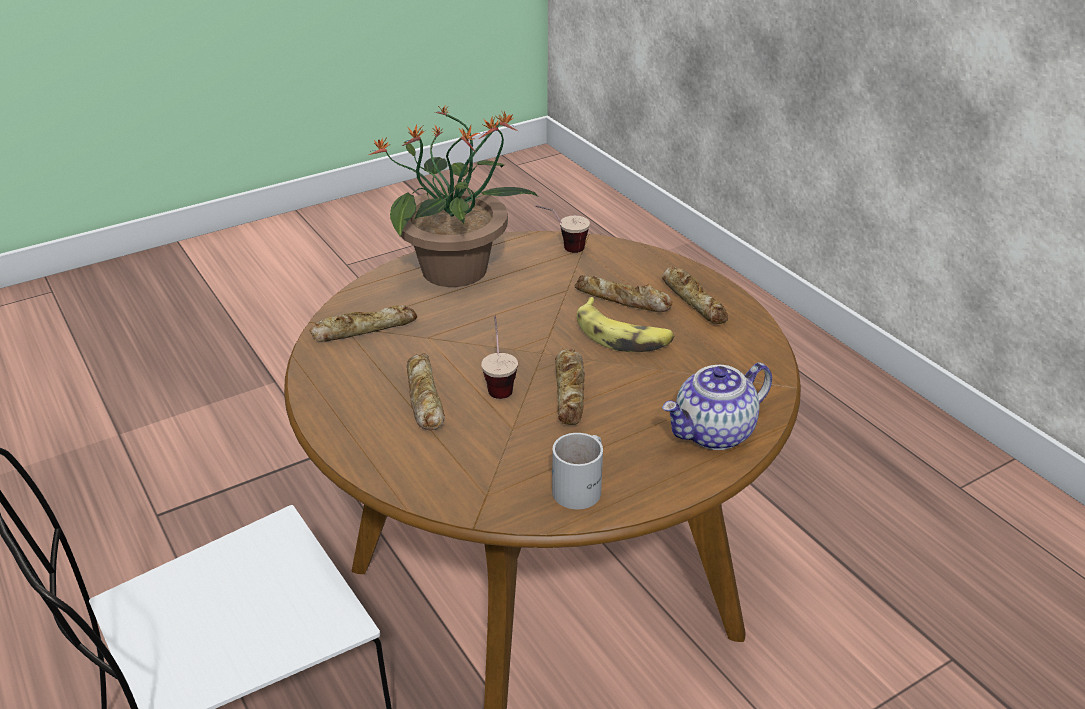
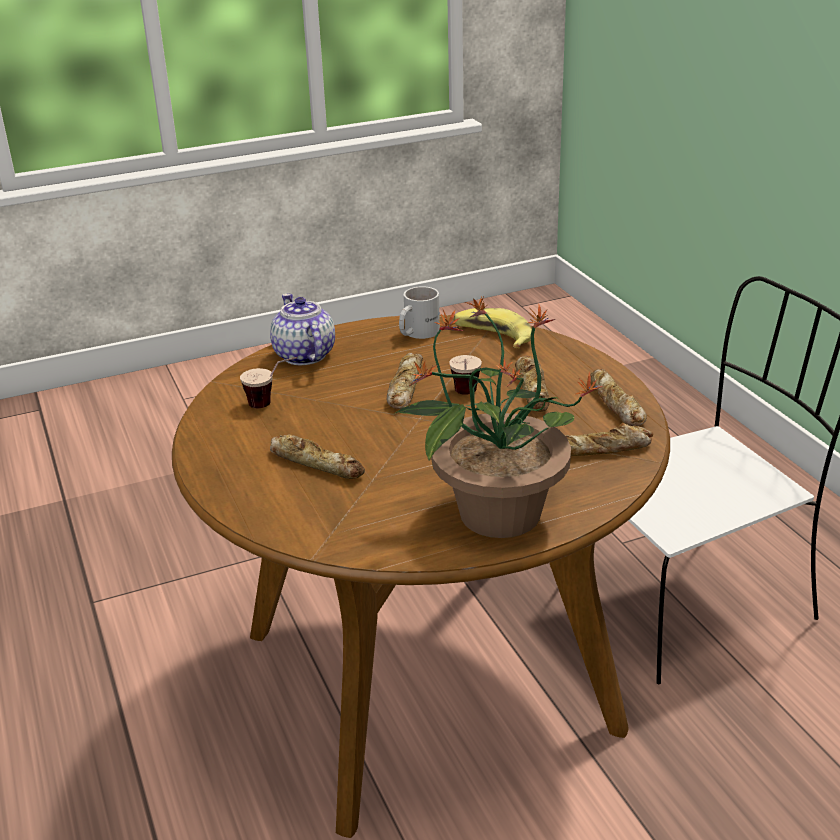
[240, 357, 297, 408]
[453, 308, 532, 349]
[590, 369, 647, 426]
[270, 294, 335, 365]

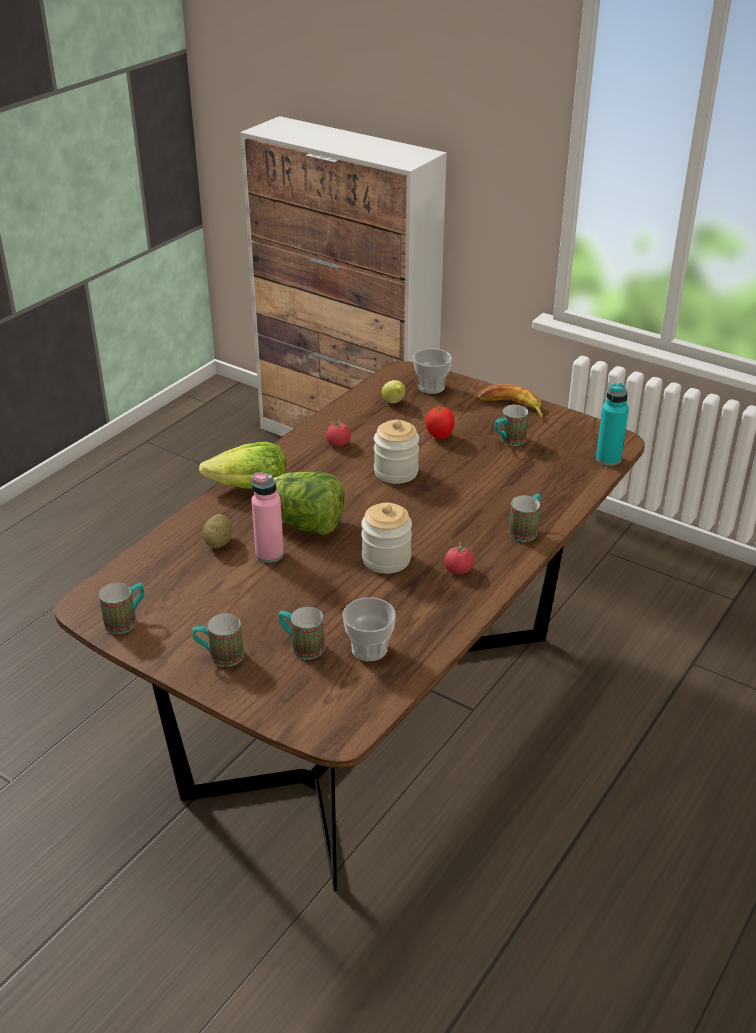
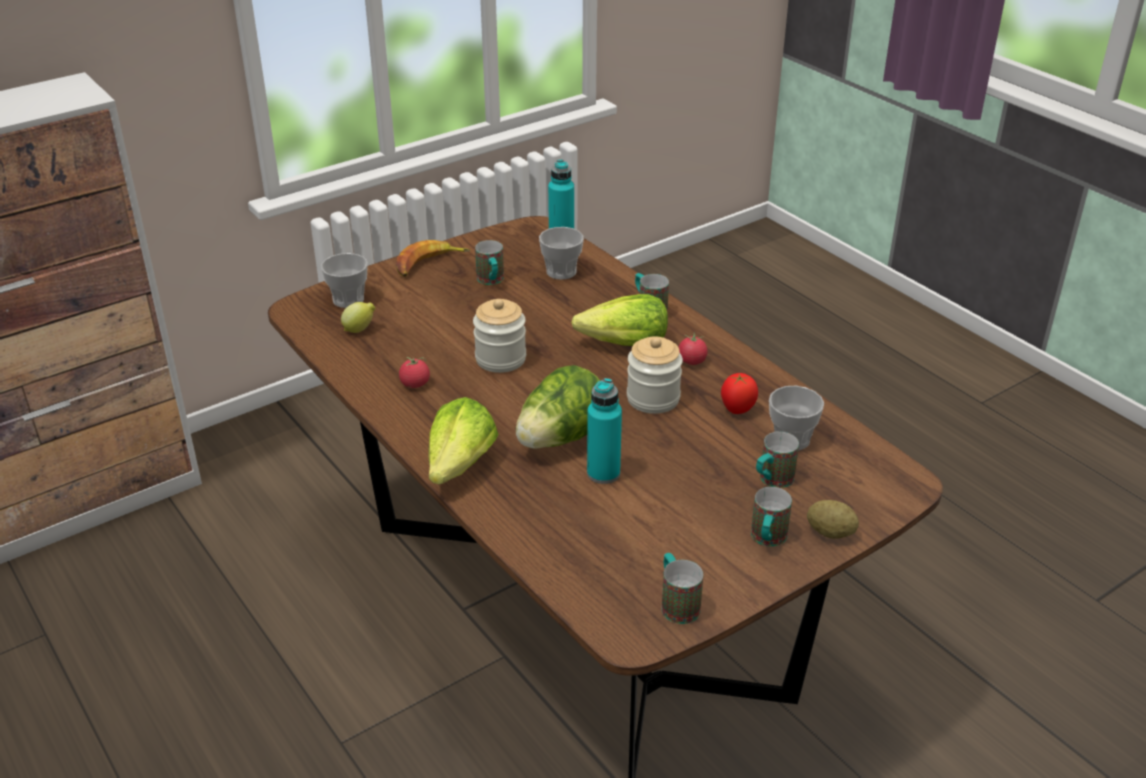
[807, 500, 859, 539]
[587, 378, 622, 484]
[721, 373, 758, 414]
[539, 227, 584, 280]
[571, 294, 668, 346]

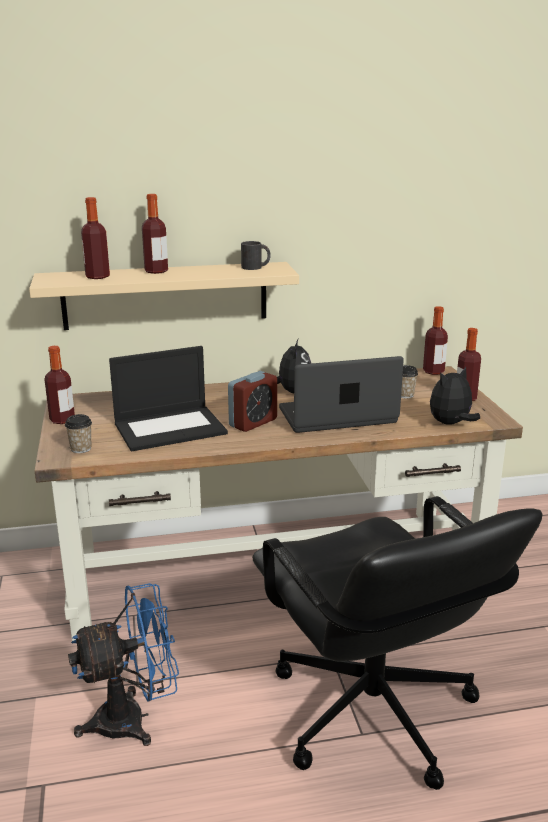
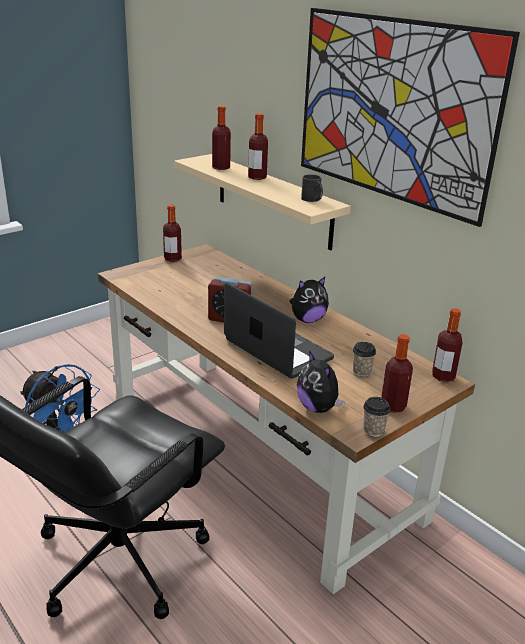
[363, 397, 391, 437]
[109, 346, 228, 451] (first image)
[297, 351, 345, 413]
[301, 8, 520, 227]

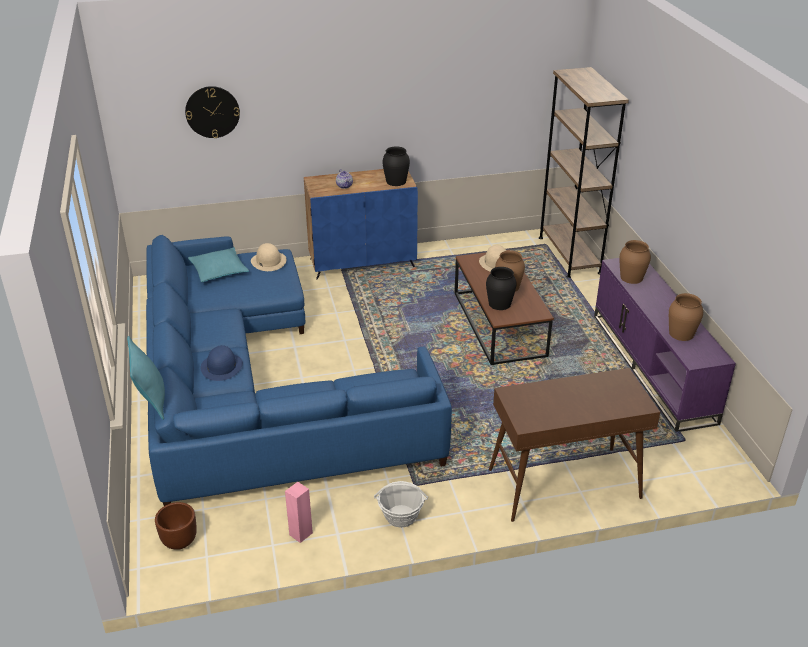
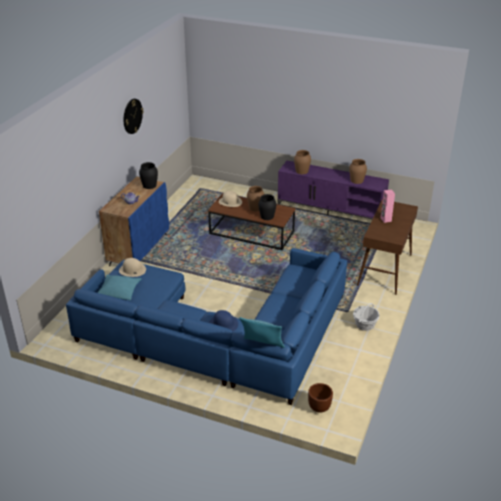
[124, 99, 144, 134]
[381, 189, 395, 223]
[539, 67, 629, 278] (first image)

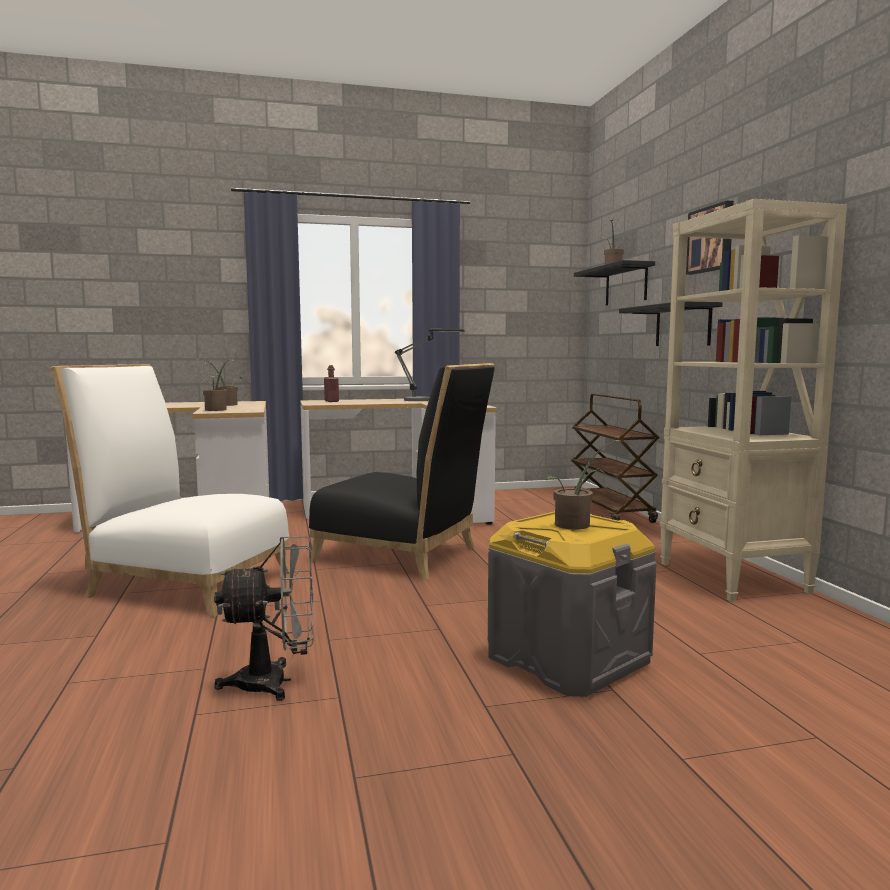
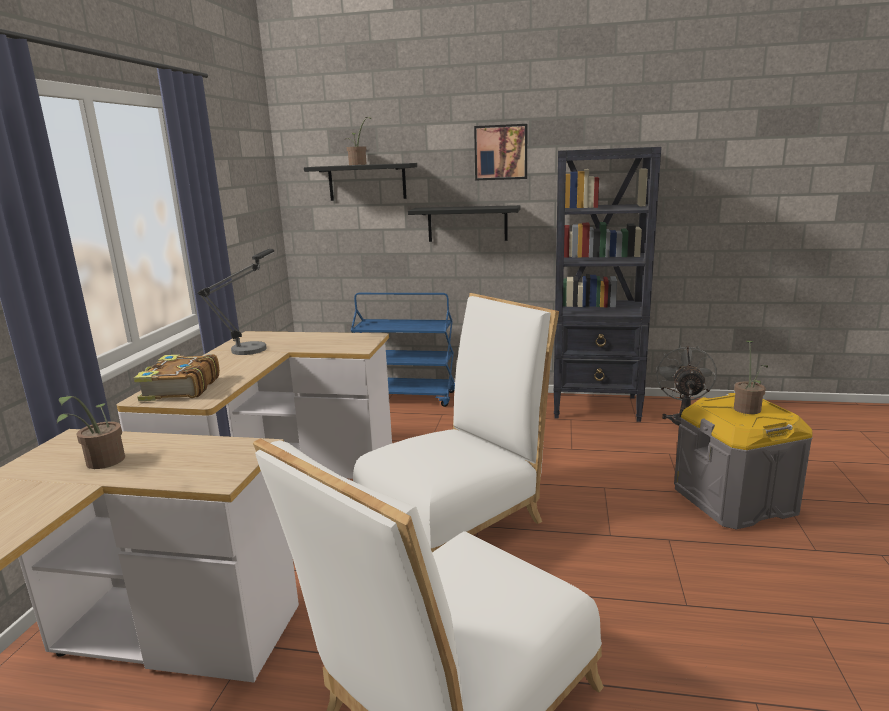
[201, 359, 234, 411] (first image)
[656, 344, 717, 426]
[353, 293, 559, 552]
[134, 354, 220, 401]
[351, 293, 455, 407]
[554, 147, 662, 422]

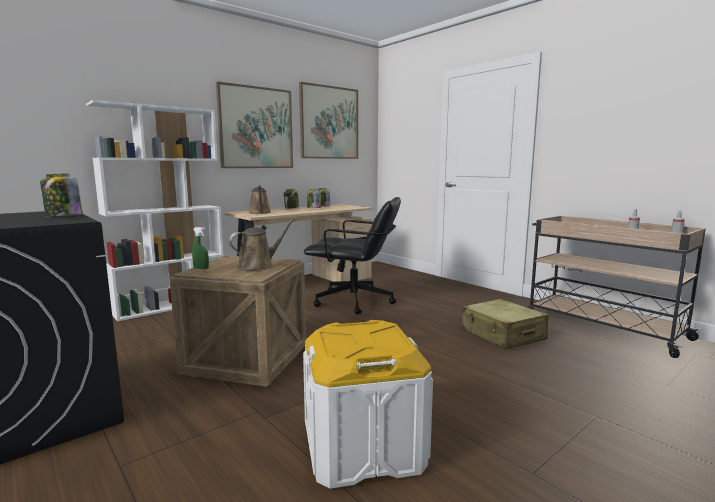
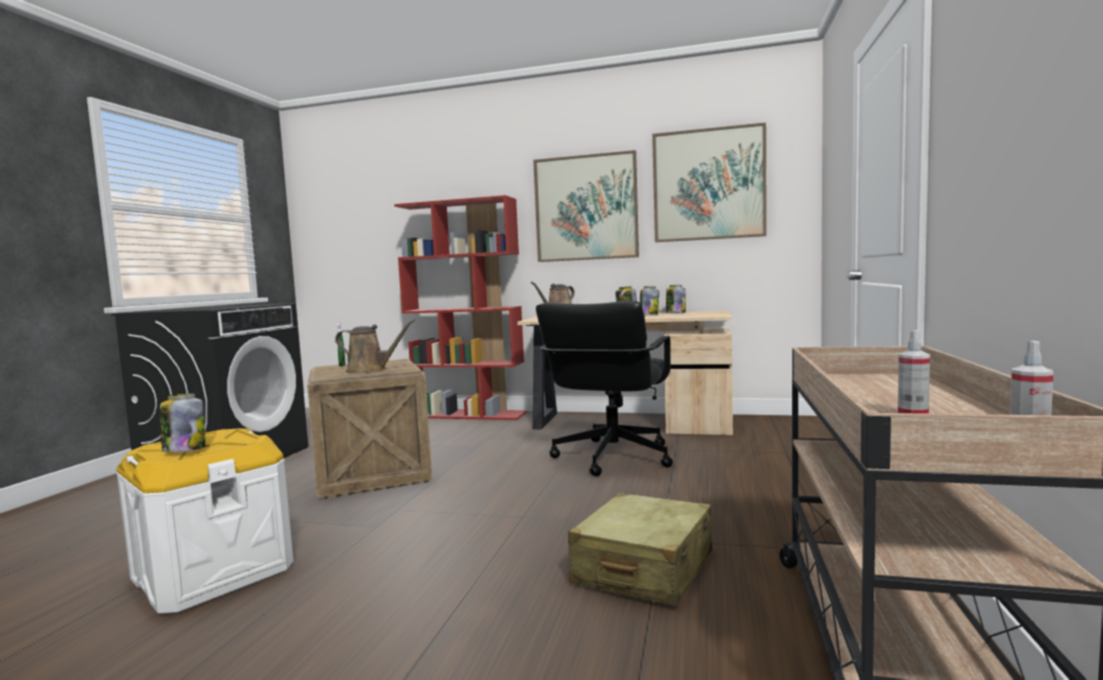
[160, 393, 206, 452]
[394, 195, 527, 420]
[536, 301, 673, 476]

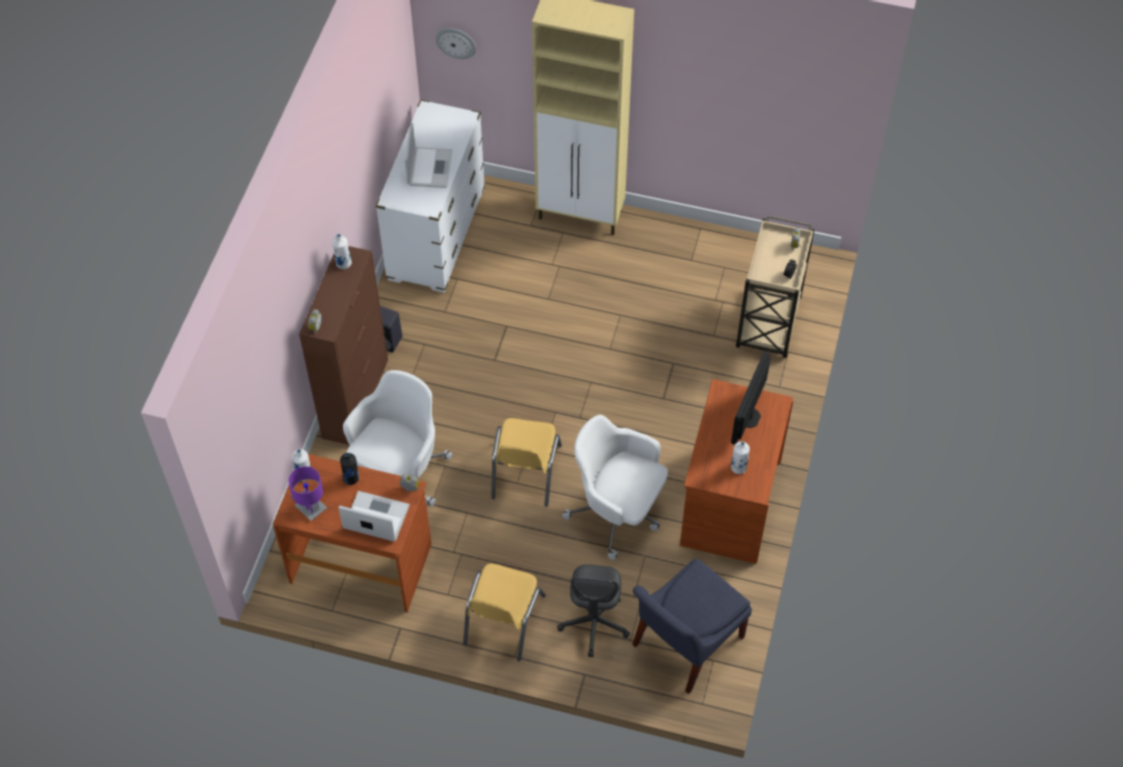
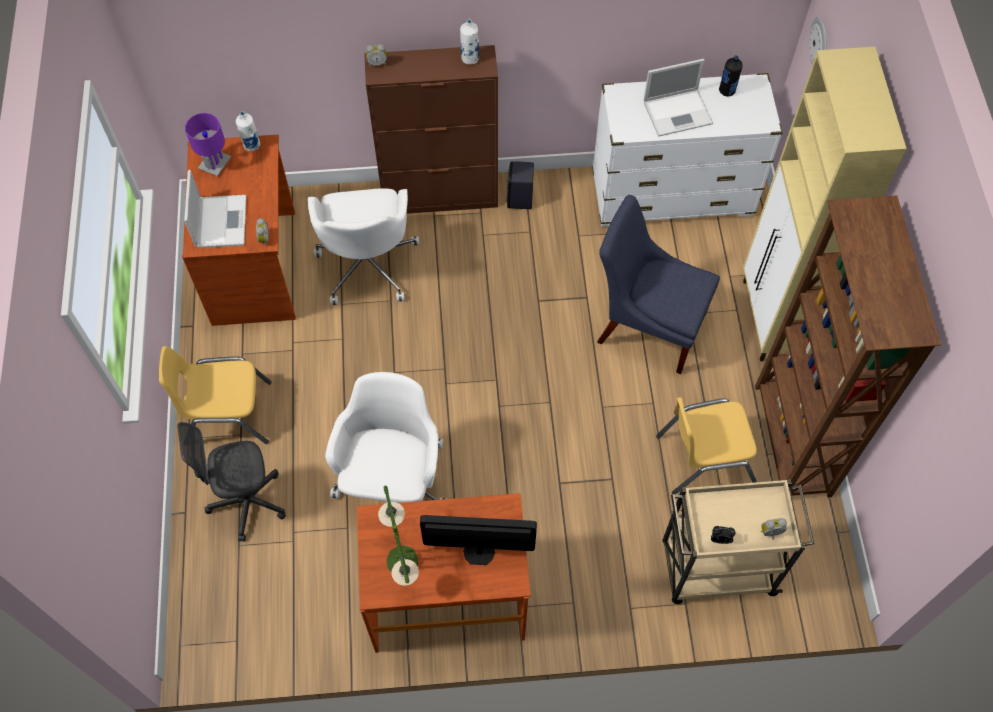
[719, 55, 743, 96]
[308, 188, 419, 305]
[656, 397, 757, 494]
[597, 195, 720, 374]
[378, 486, 419, 586]
[755, 195, 941, 497]

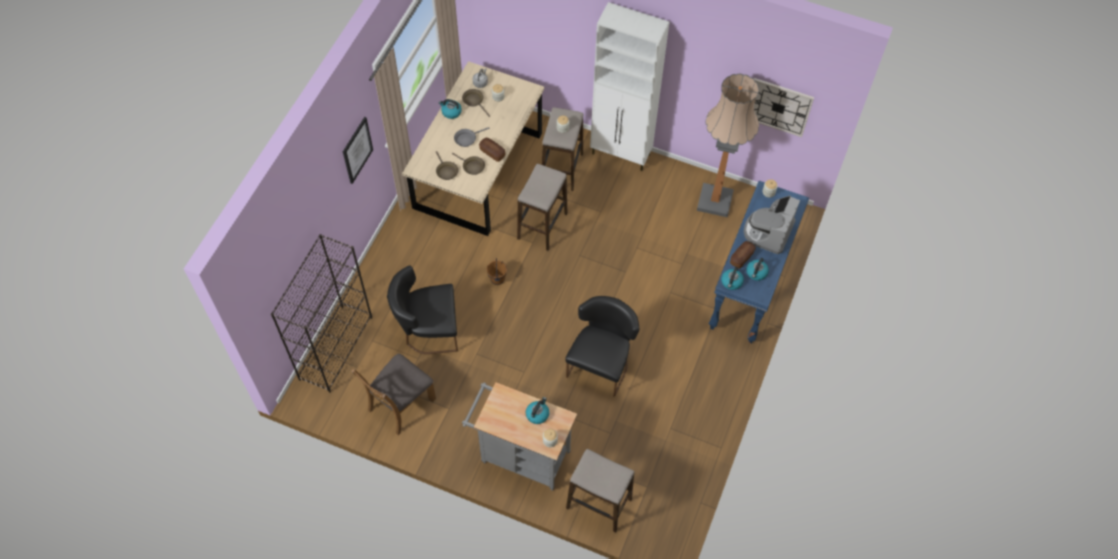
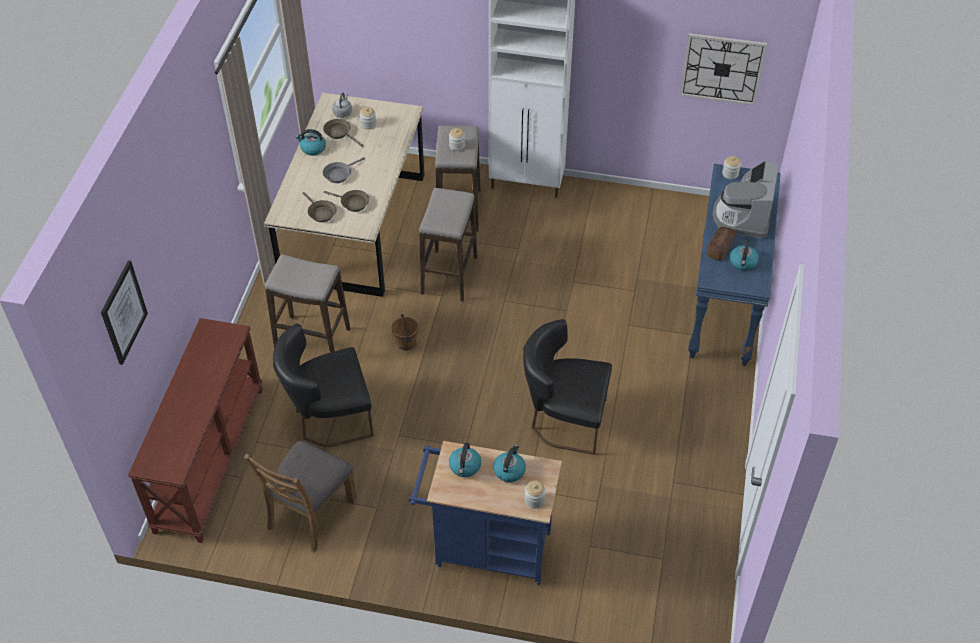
[128, 318, 263, 543]
[101, 261, 148, 365]
[409, 441, 562, 585]
[479, 138, 505, 162] (first image)
[523, 319, 612, 455]
[265, 254, 351, 353]
[697, 74, 759, 217] (first image)
[449, 443, 481, 477]

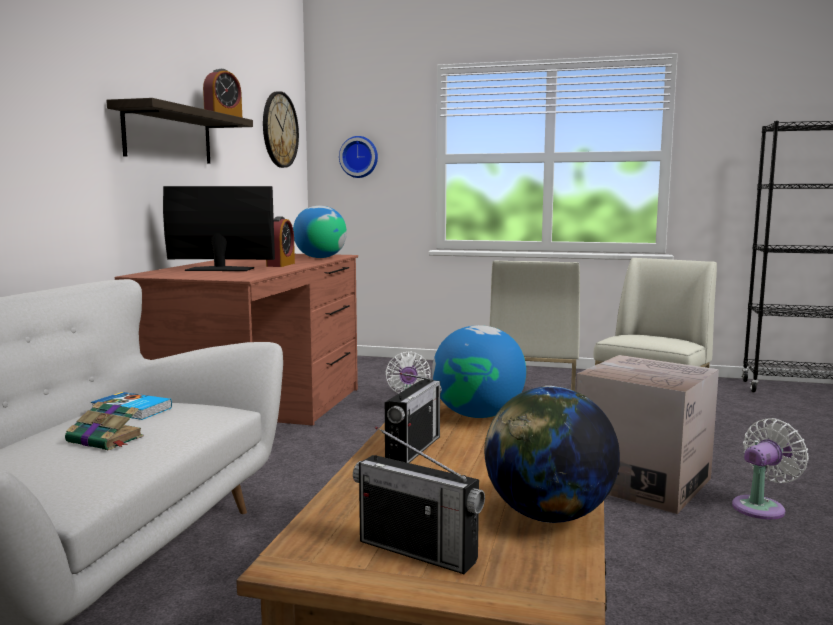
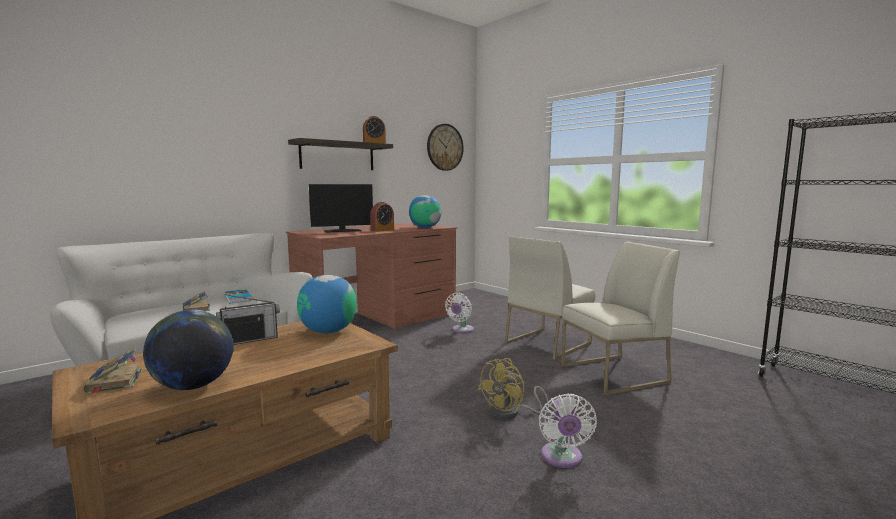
[309, 184, 373, 233]
[339, 136, 378, 178] (first image)
[84, 348, 142, 394]
[478, 358, 548, 419]
[539, 393, 597, 468]

